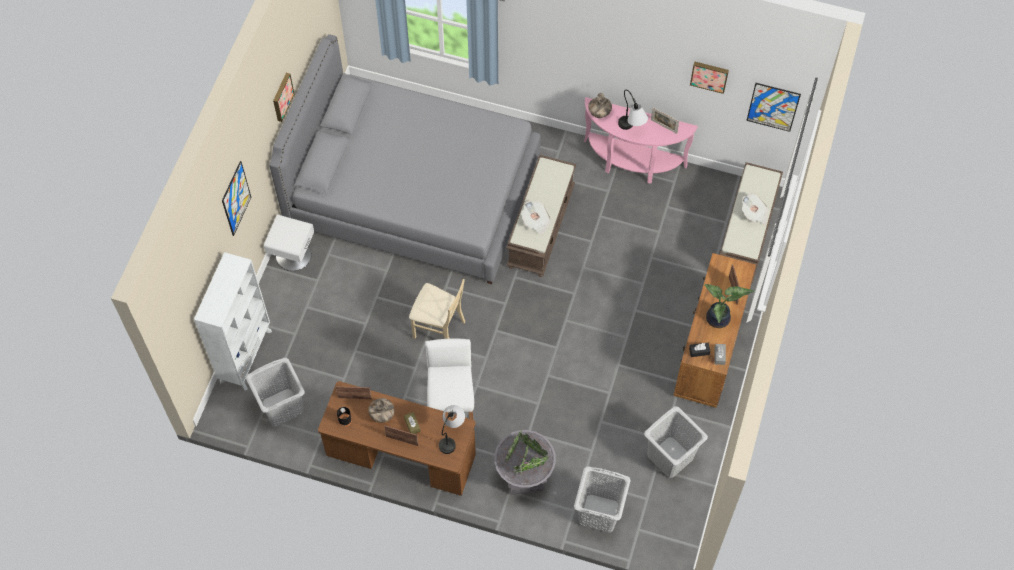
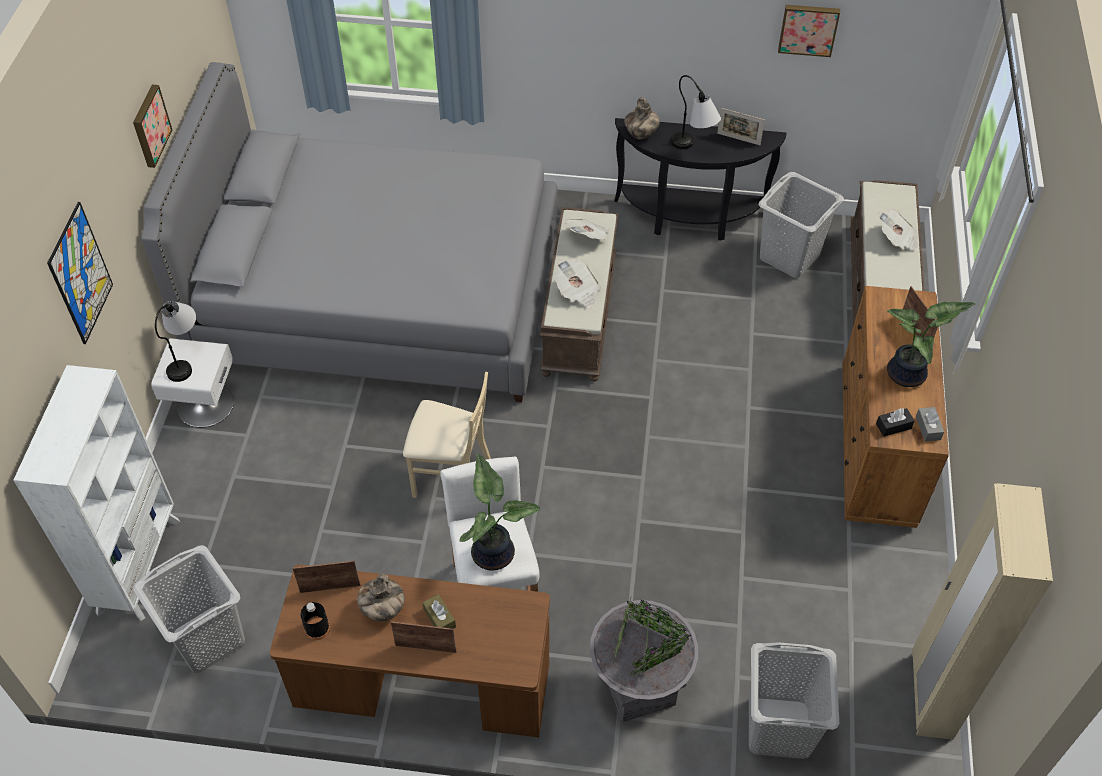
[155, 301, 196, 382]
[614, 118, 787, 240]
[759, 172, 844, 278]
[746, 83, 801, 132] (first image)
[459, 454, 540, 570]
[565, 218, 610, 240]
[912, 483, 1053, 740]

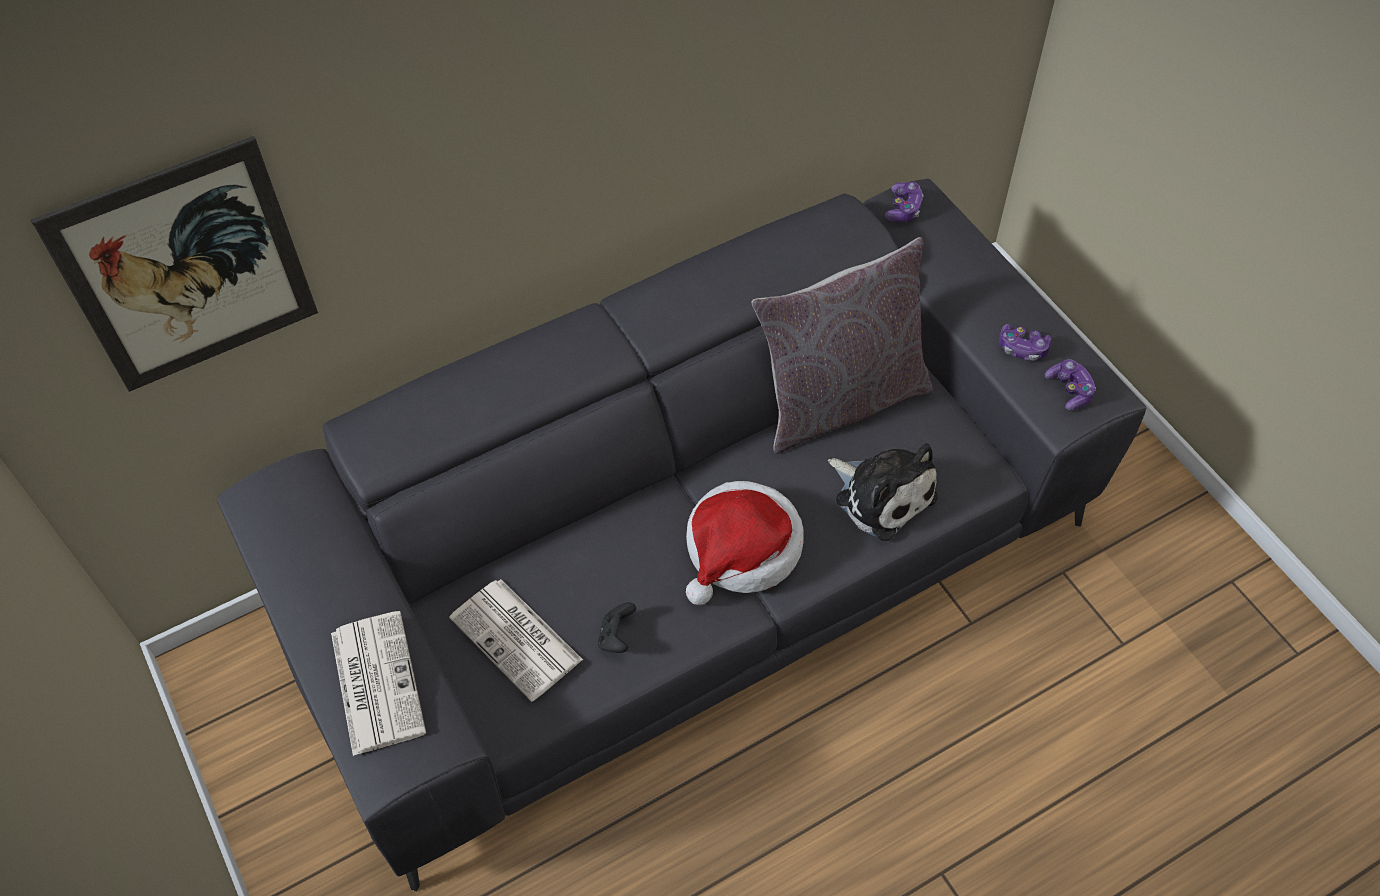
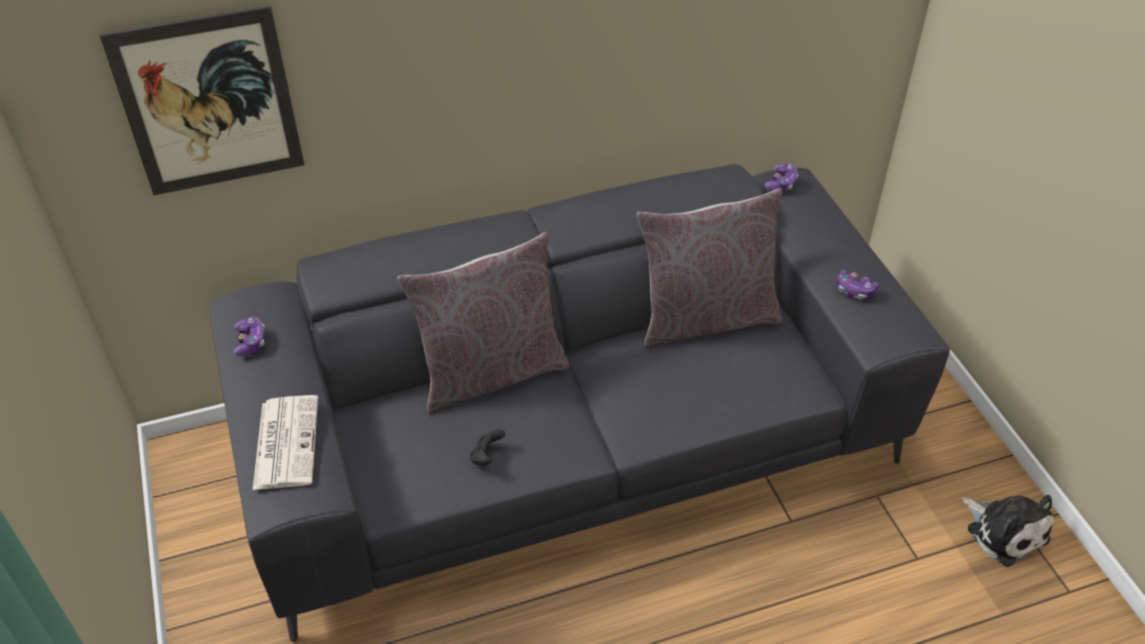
[449, 579, 583, 702] (first image)
[686, 481, 804, 605] (first image)
[962, 495, 1054, 567]
[233, 317, 265, 356]
[397, 232, 570, 414]

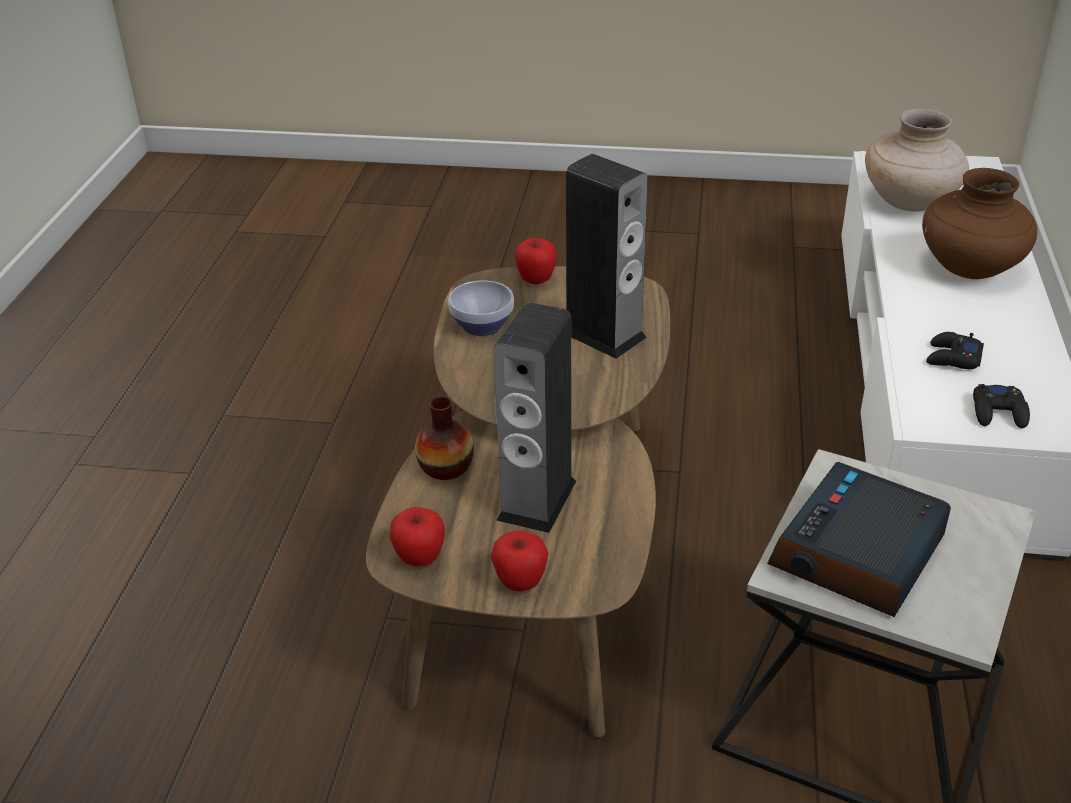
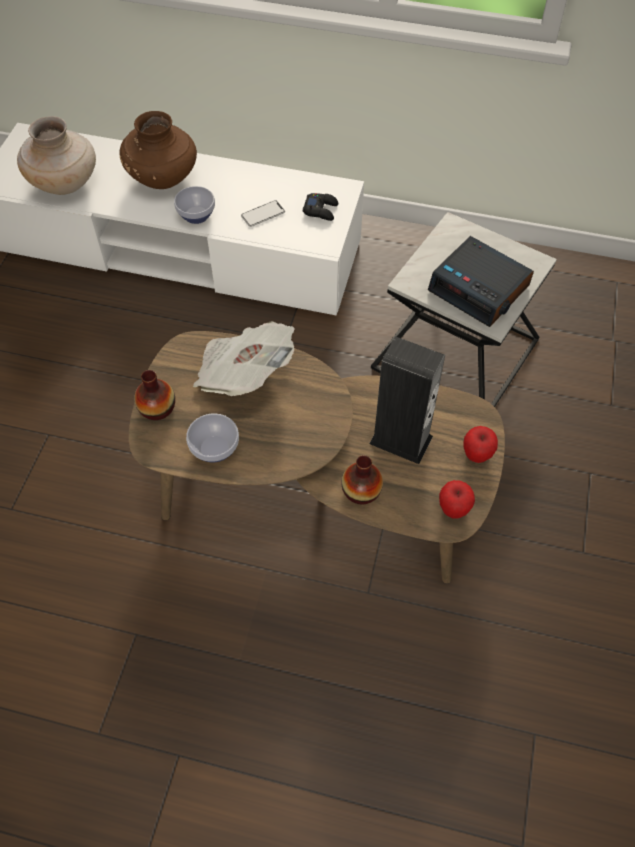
[134, 370, 175, 420]
[193, 321, 294, 396]
[241, 200, 285, 227]
[174, 186, 215, 224]

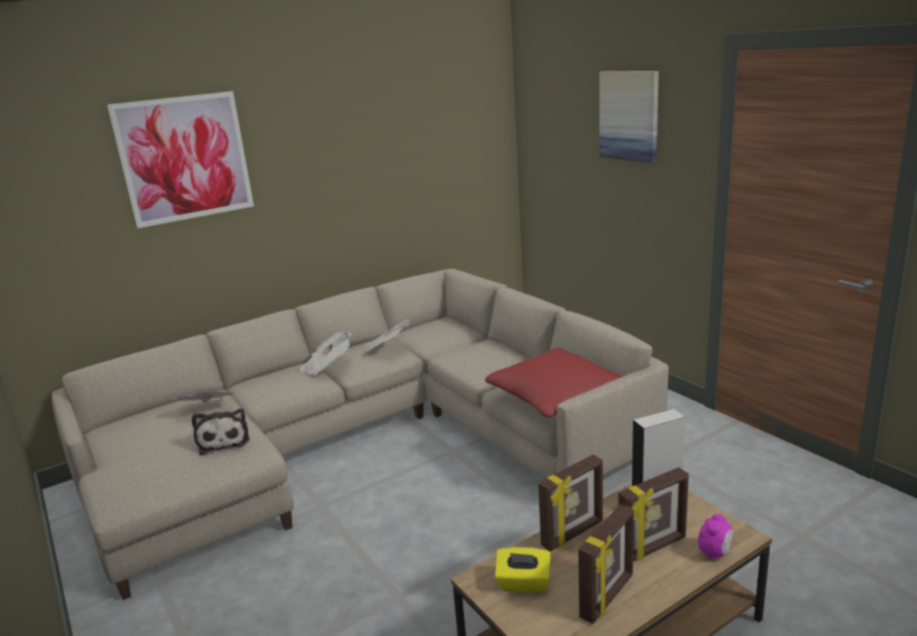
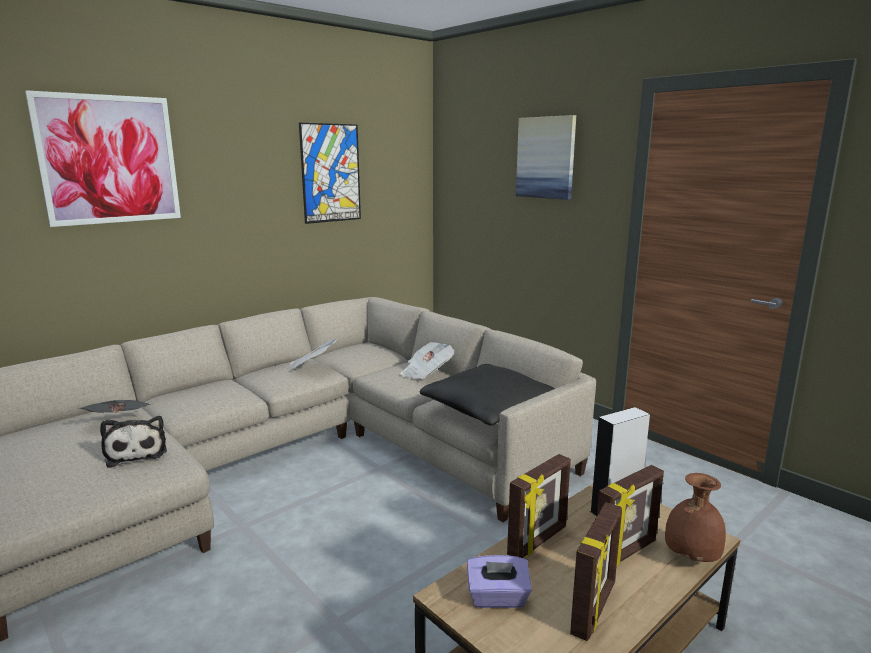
[400, 342, 454, 379]
[420, 364, 555, 426]
[467, 555, 532, 608]
[665, 473, 726, 562]
[299, 123, 361, 224]

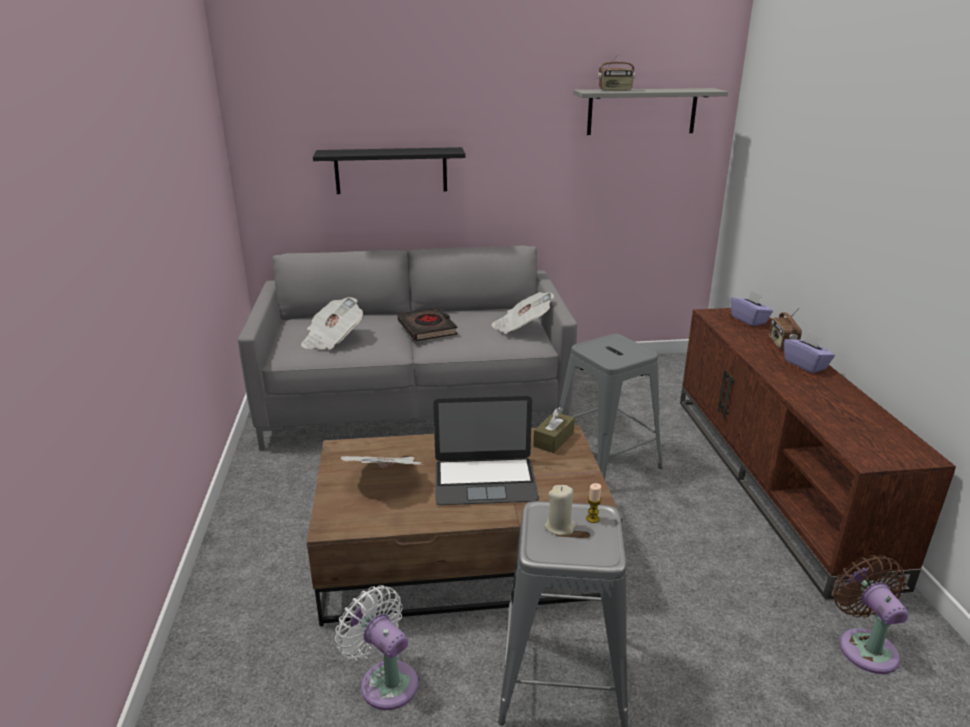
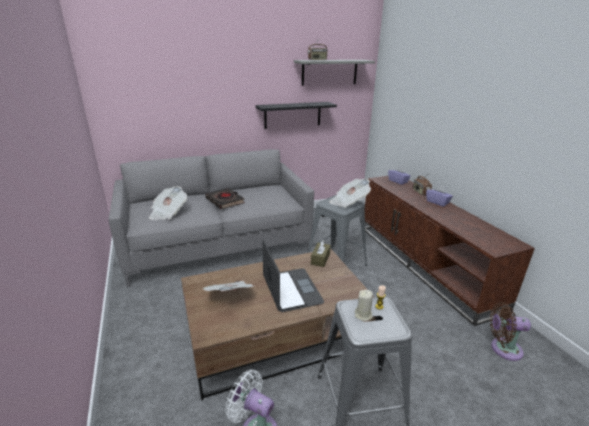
[255, 102, 337, 129]
[262, 239, 324, 312]
[330, 179, 371, 208]
[490, 302, 531, 361]

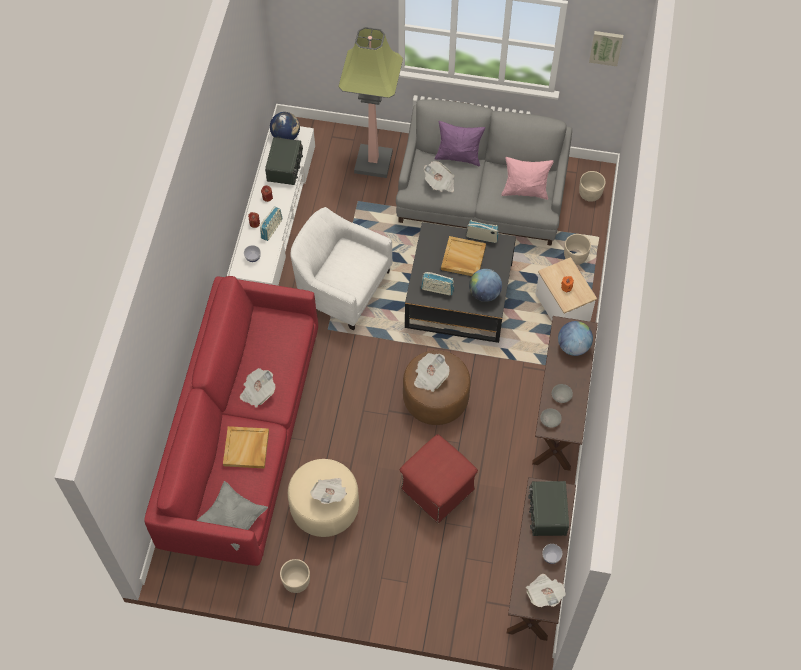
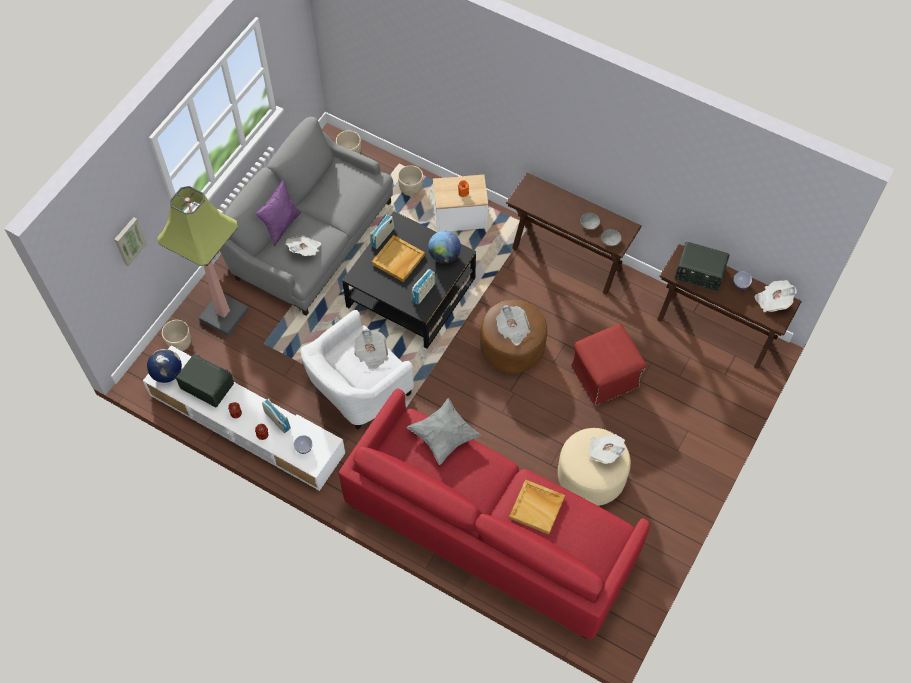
[407, 398, 481, 465]
[354, 329, 388, 371]
[162, 320, 191, 351]
[501, 157, 554, 200] (first image)
[558, 321, 593, 356] (first image)
[114, 217, 147, 266]

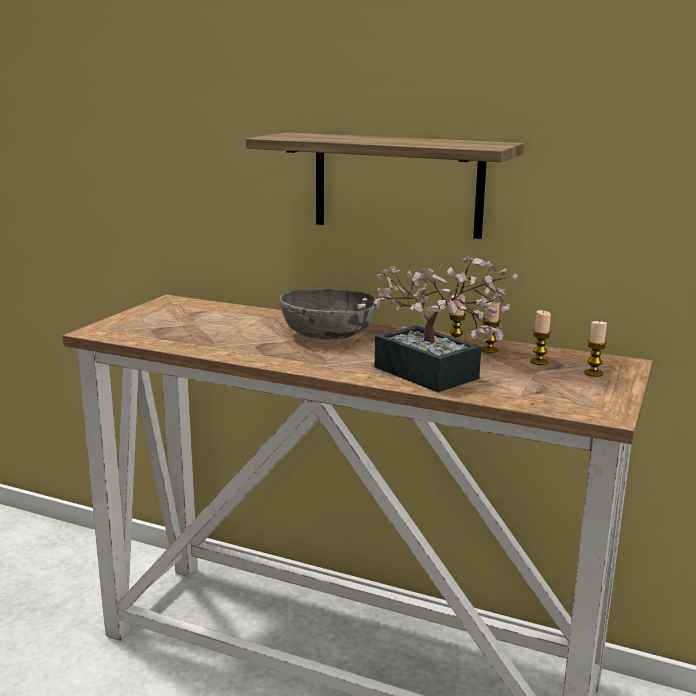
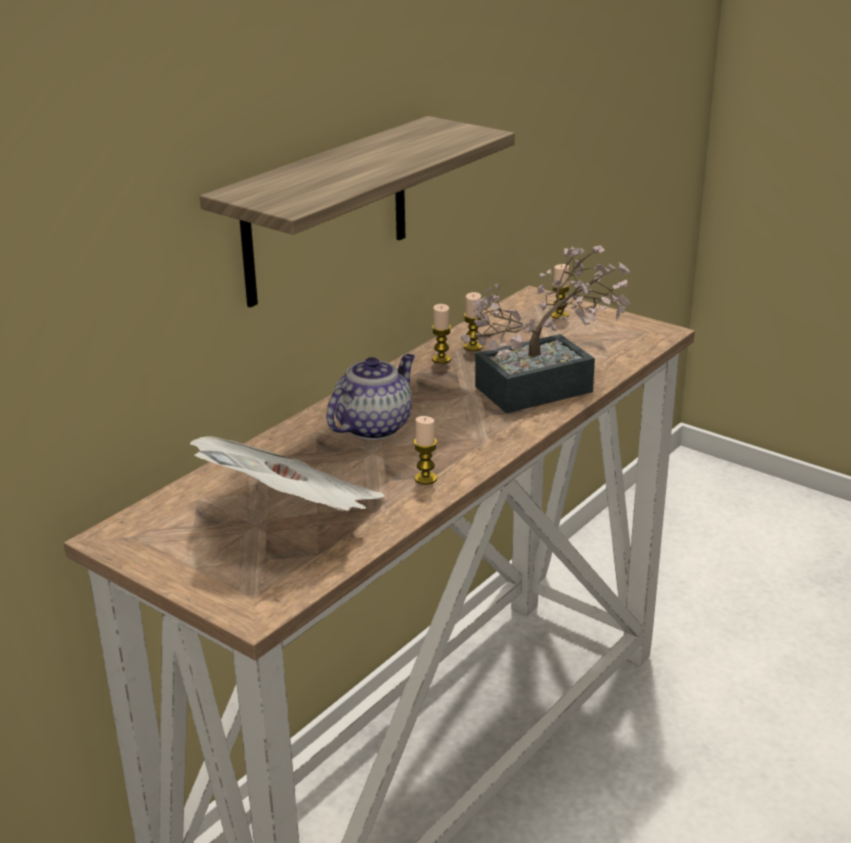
[326, 354, 415, 440]
[414, 416, 437, 485]
[190, 436, 385, 511]

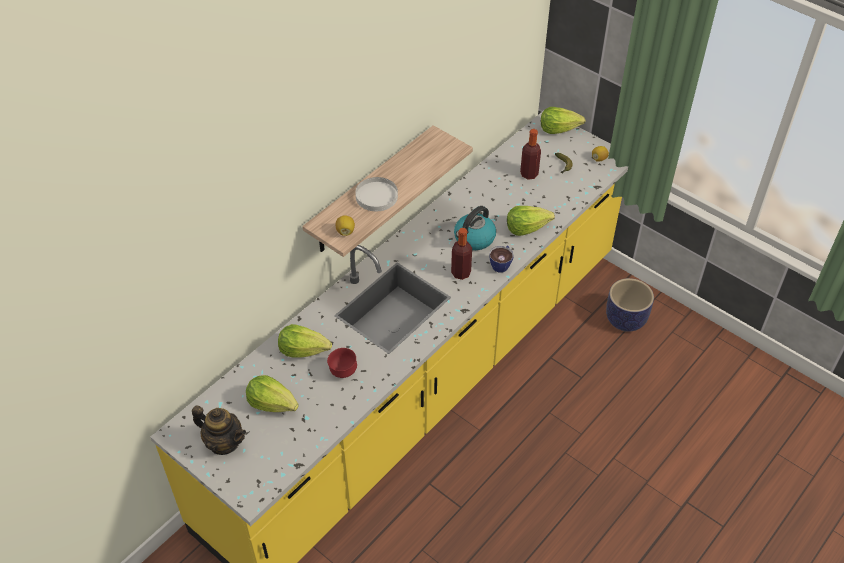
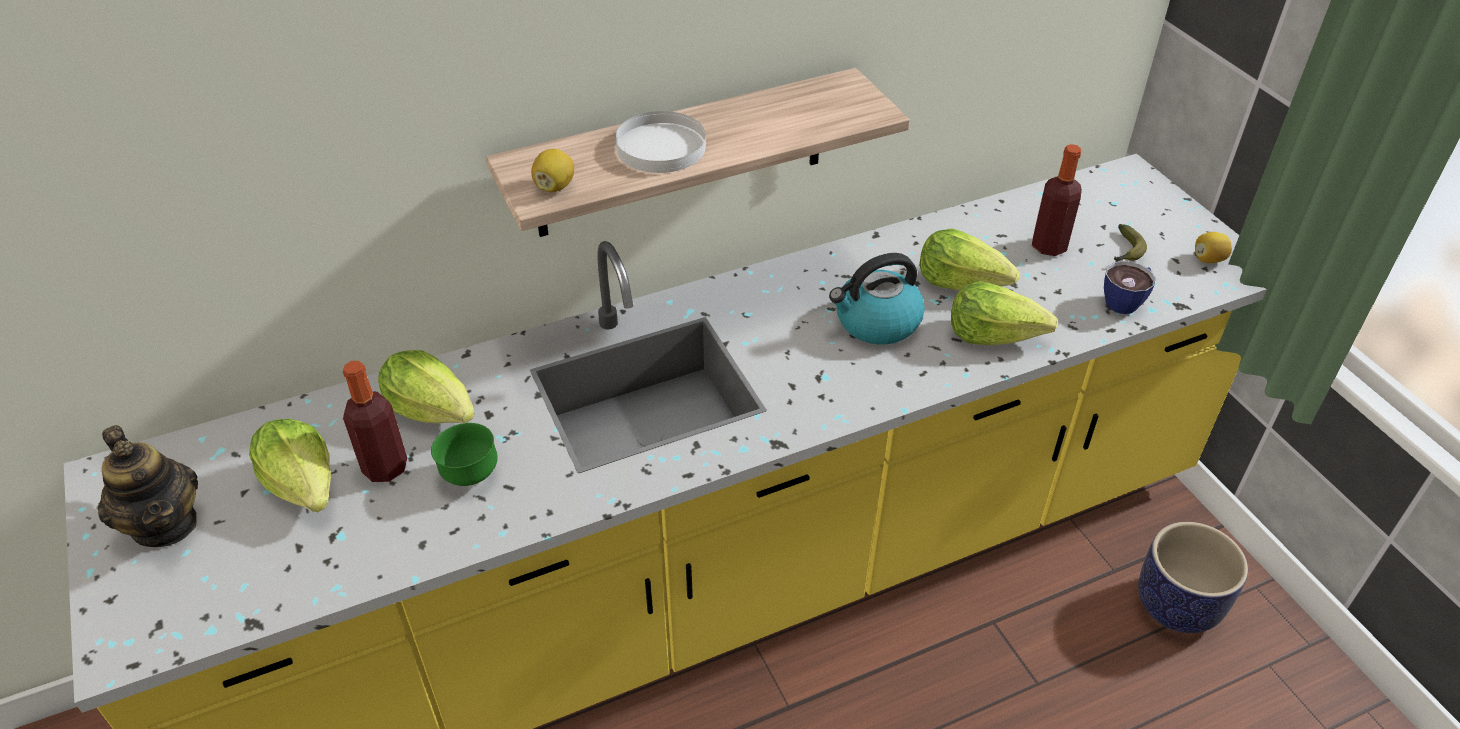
[431, 423, 498, 486]
[343, 361, 407, 482]
[1104, 261, 1156, 314]
[919, 228, 1020, 290]

